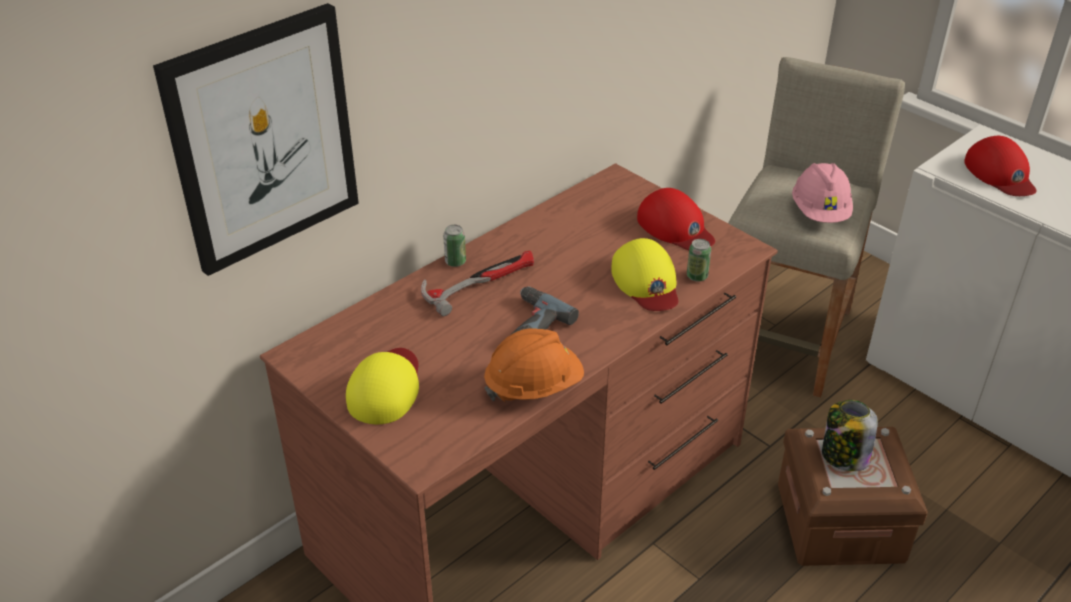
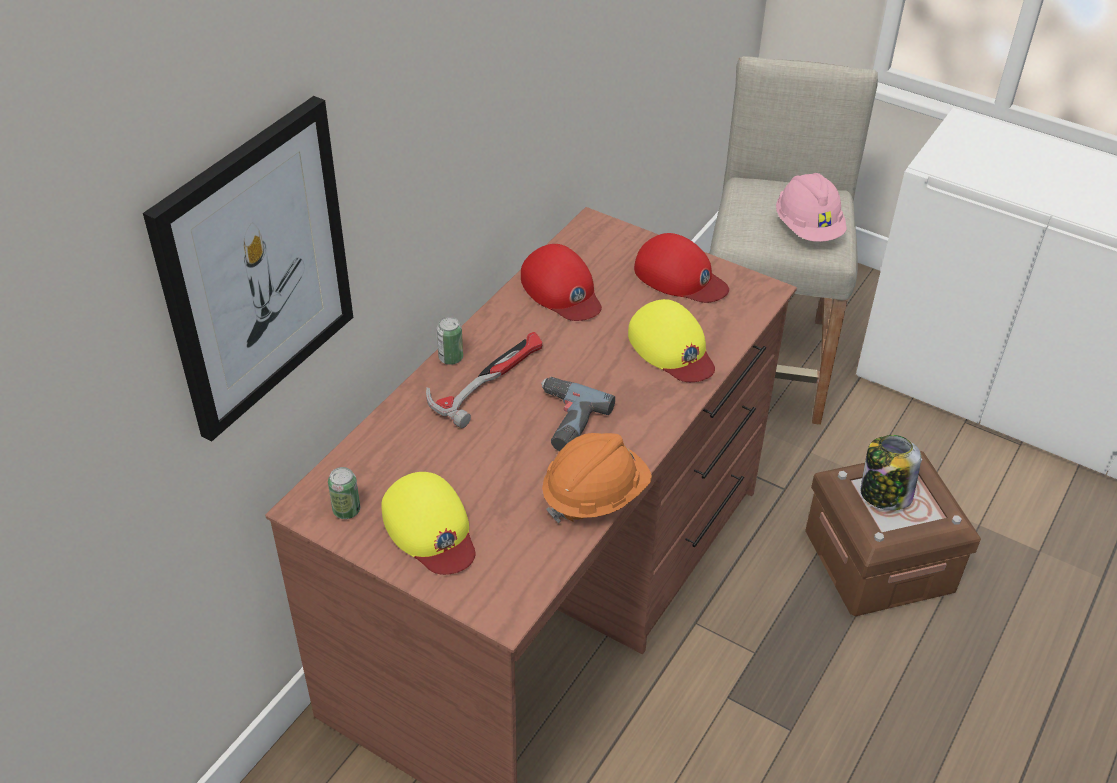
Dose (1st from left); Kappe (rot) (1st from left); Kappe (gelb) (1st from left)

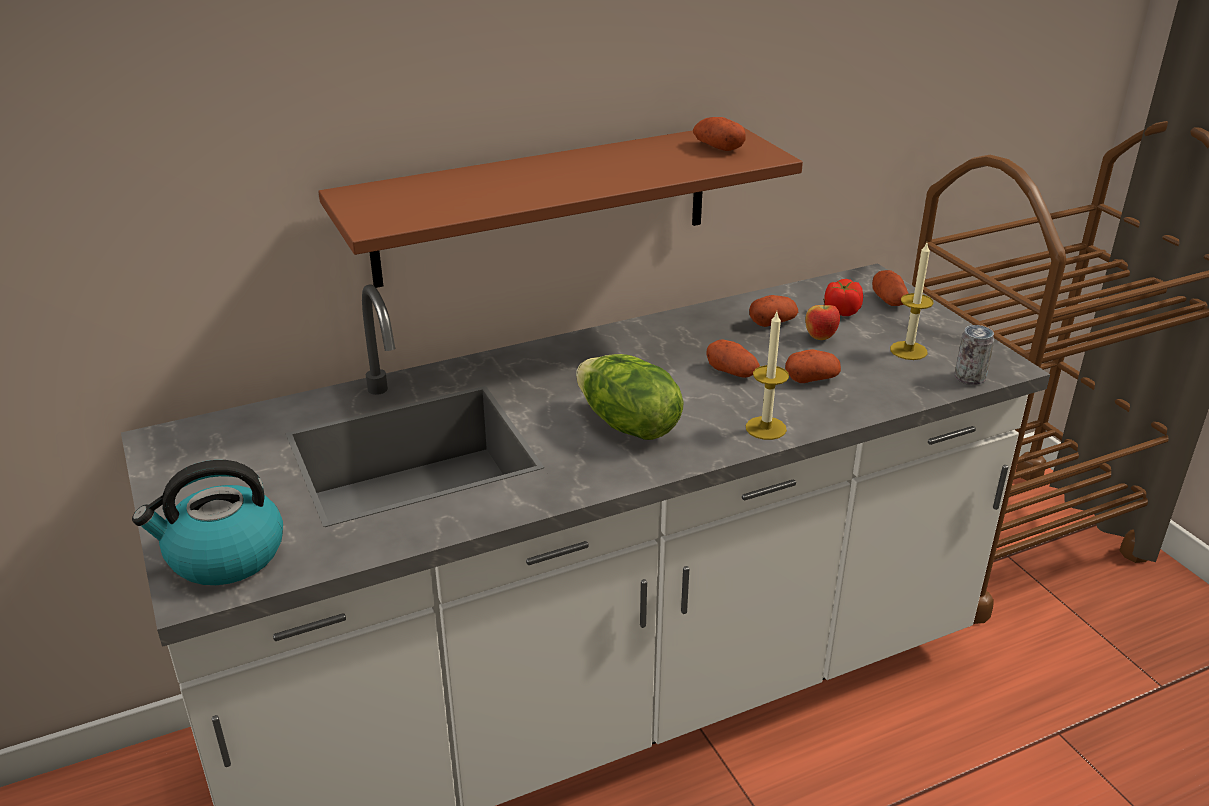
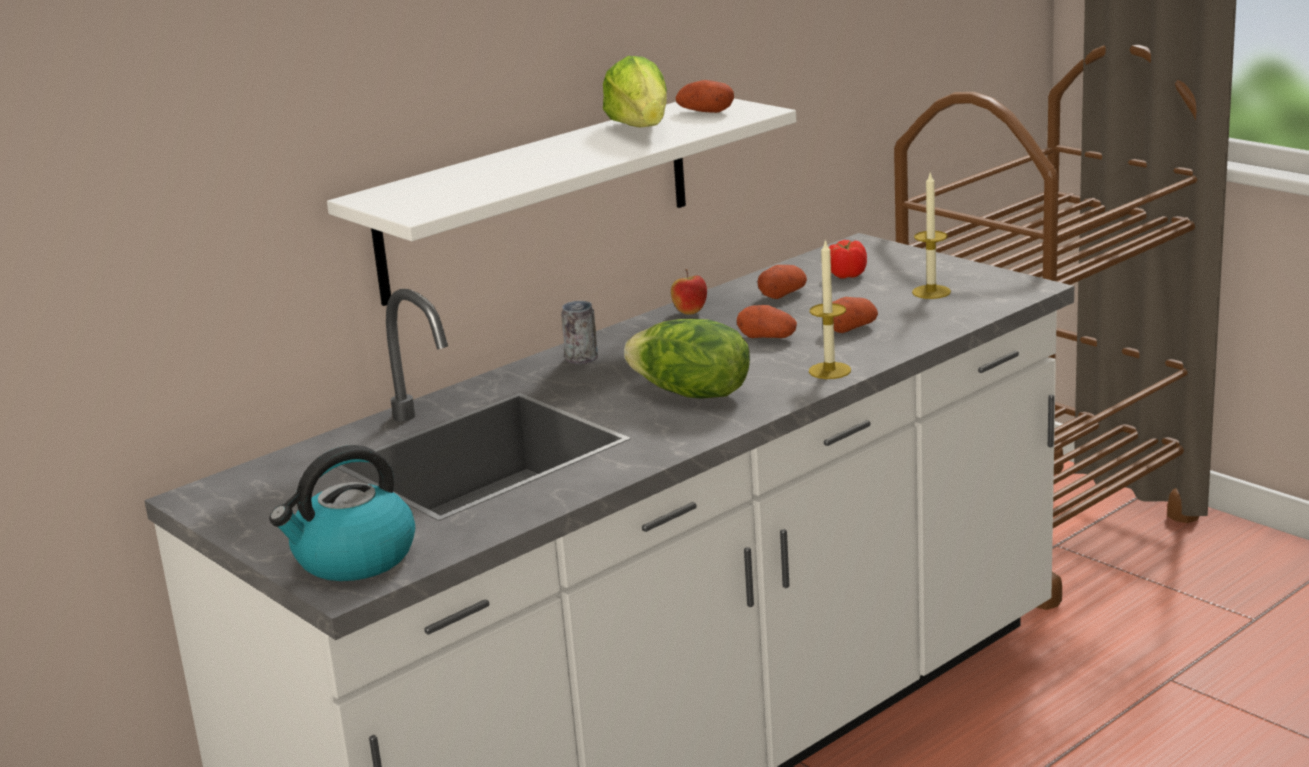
Kartoffel (5th from left in the first image); Salatkopf (1st from left); Apfel; Dose; Wandregal (weiß)

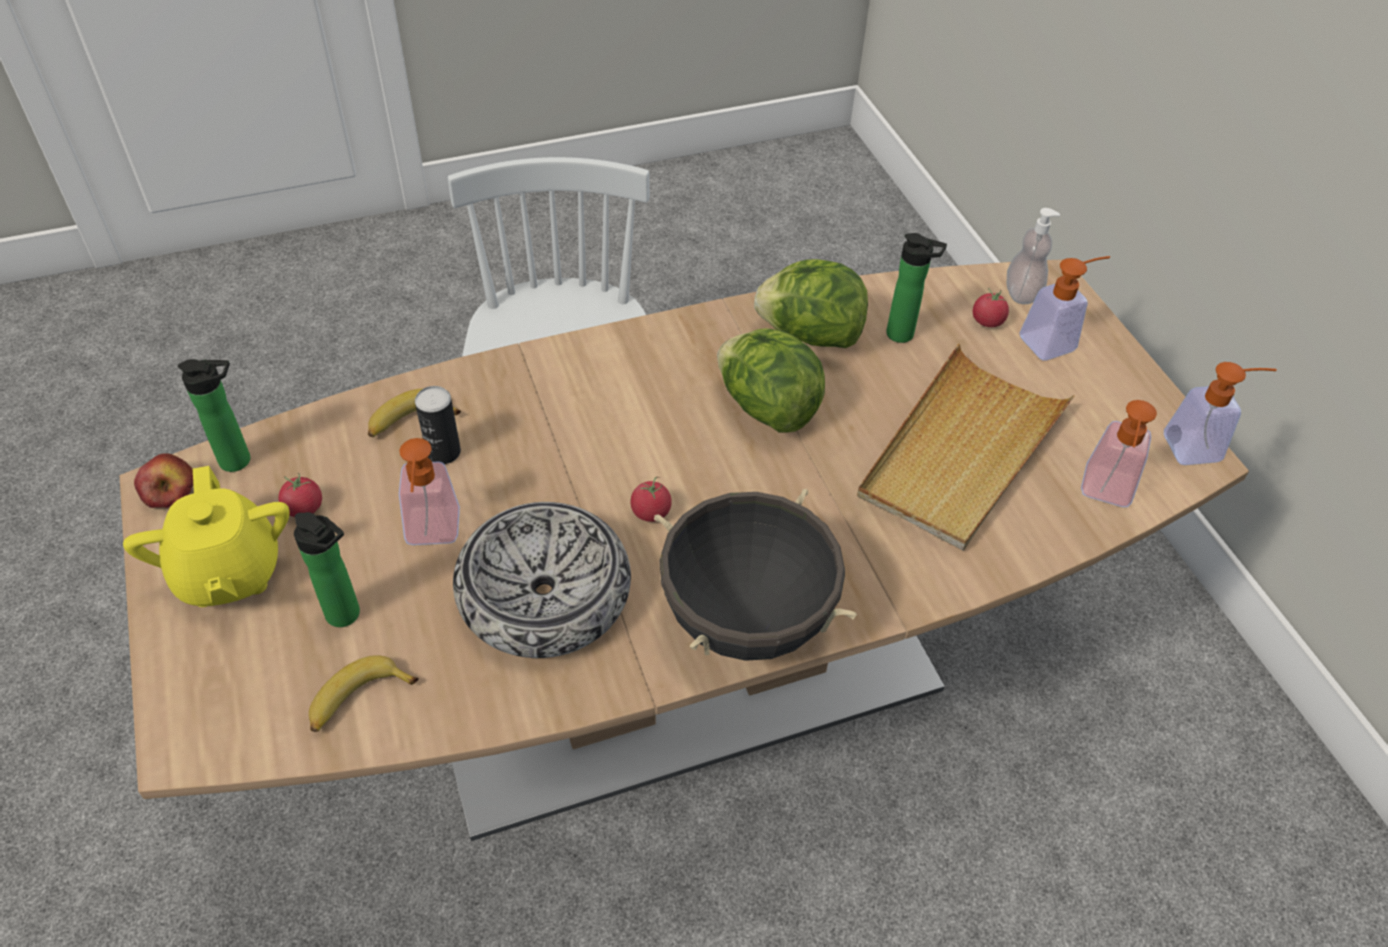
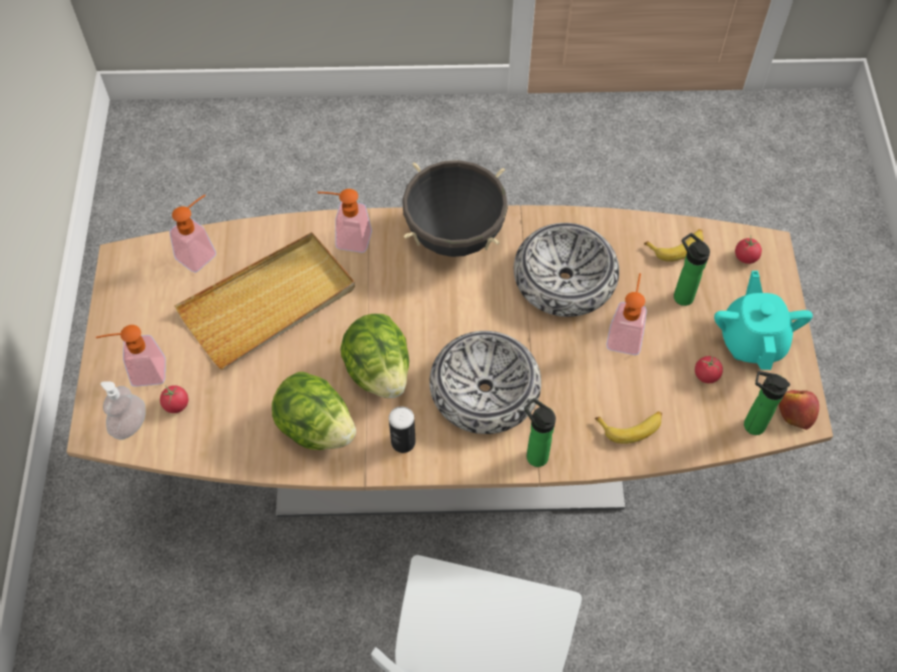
Schüssel (1st from left); Dose; Tomate (3rd from left); Flasche (1st from left); Seifenspender (4th from left); Teekanne (türkis)

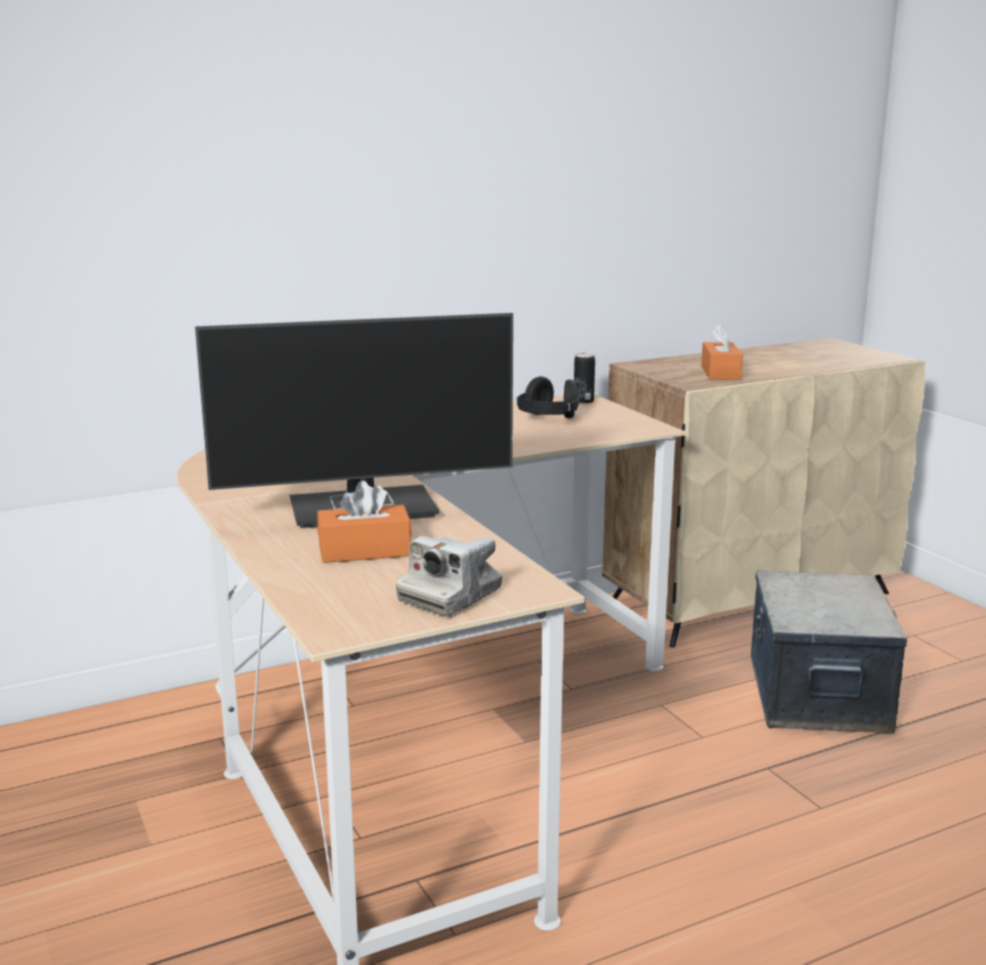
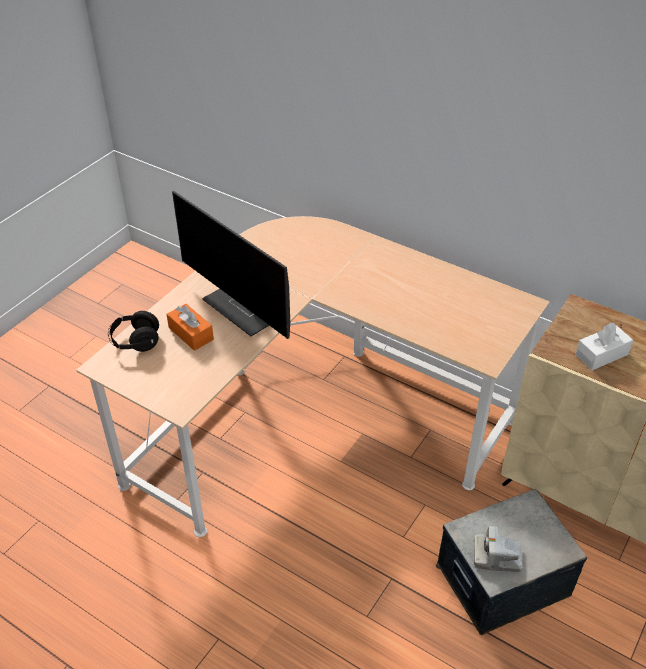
Dose; Kamera; Kopfhörer (schwarz); Taschentuchbox (weiß)

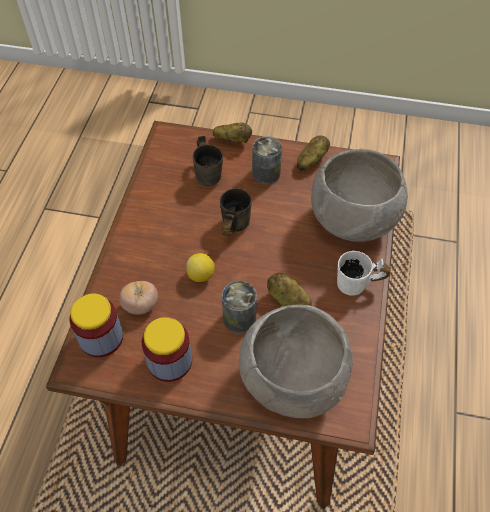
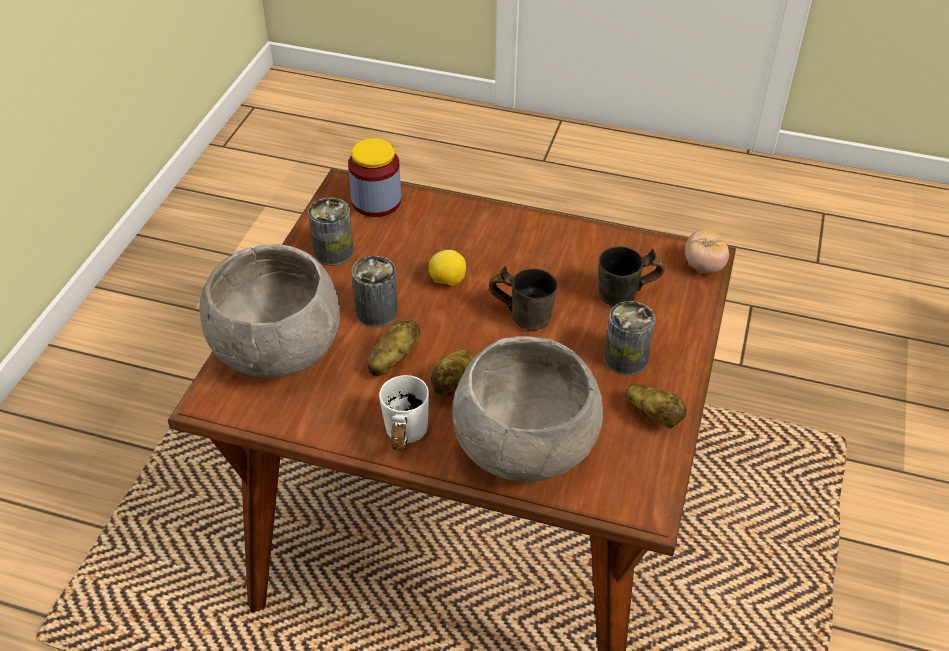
Tomate; Kartoffel (2nd from left); Dose (1st from left)

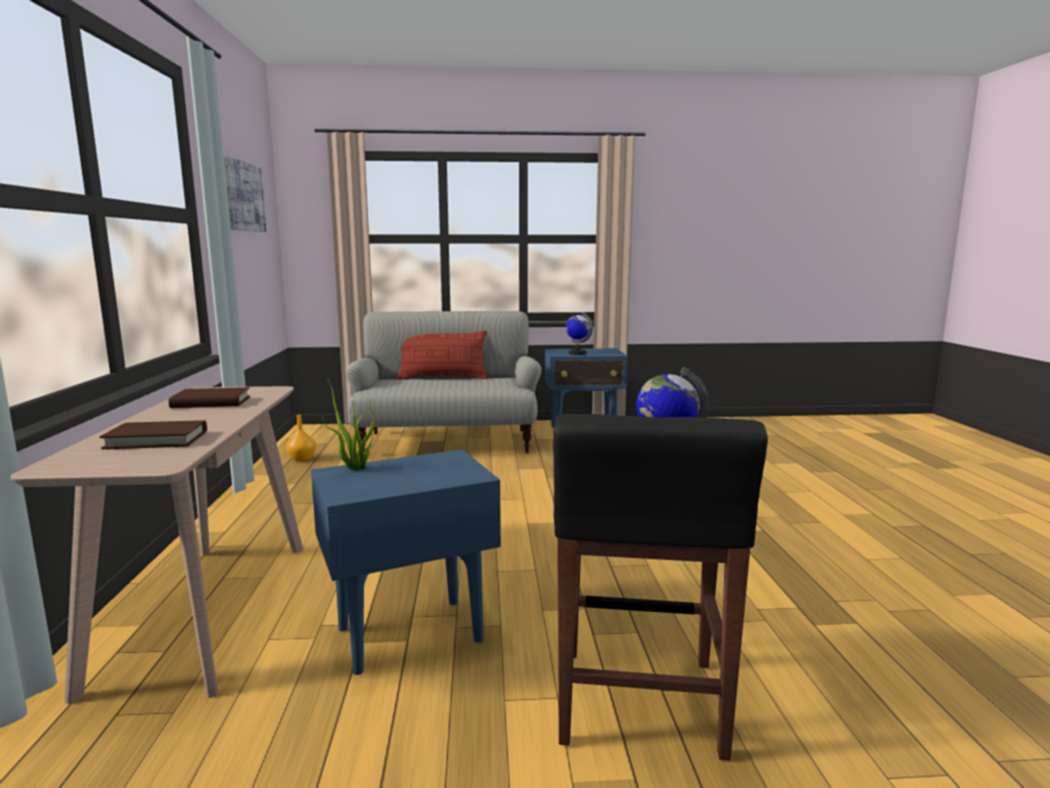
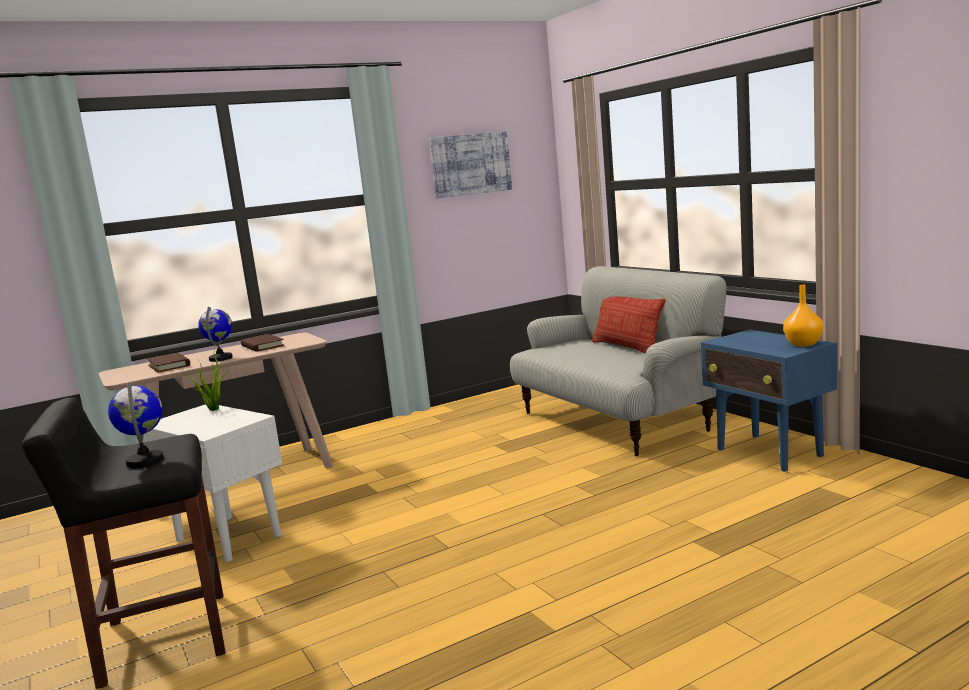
Vase (orange); Globus (2nd from left); Beistelltisch (weiß)

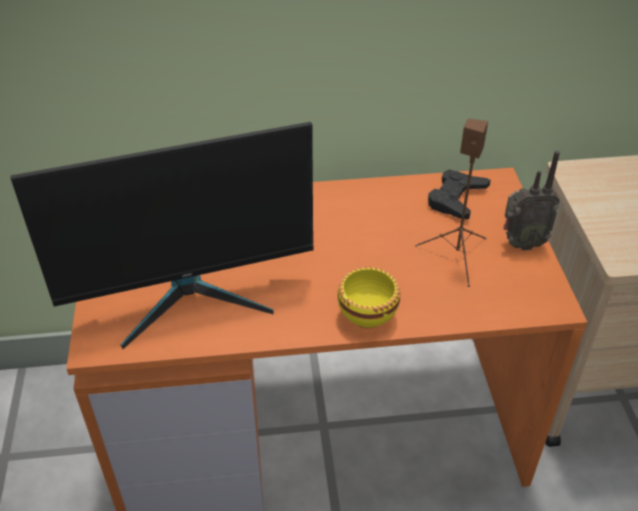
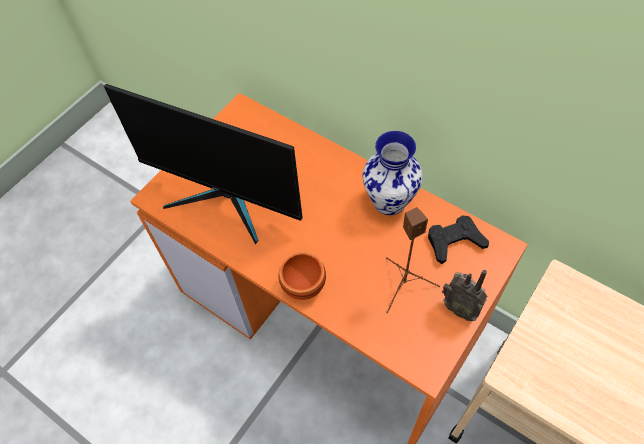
Vase; Schüssel (braun)

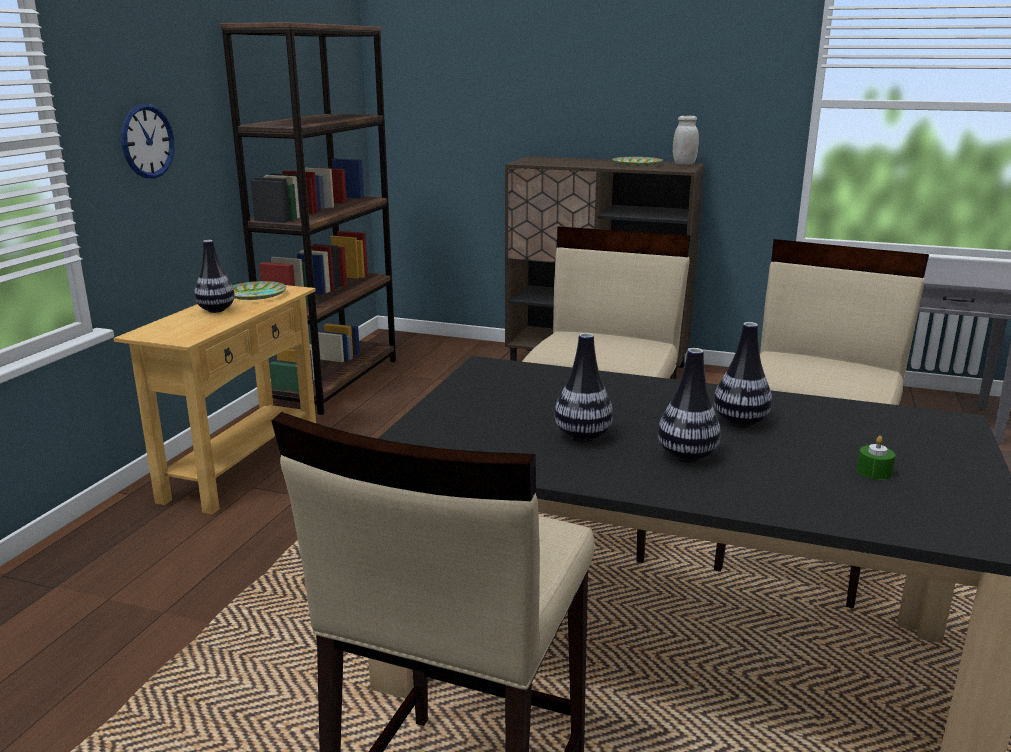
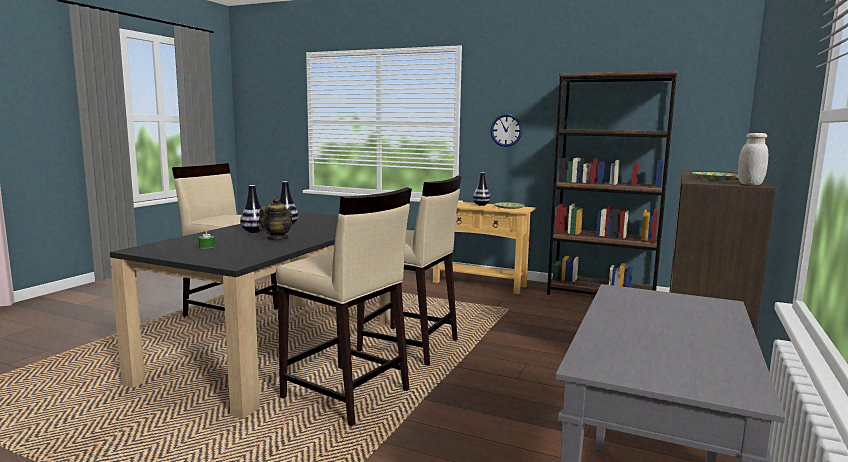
Teekanne

